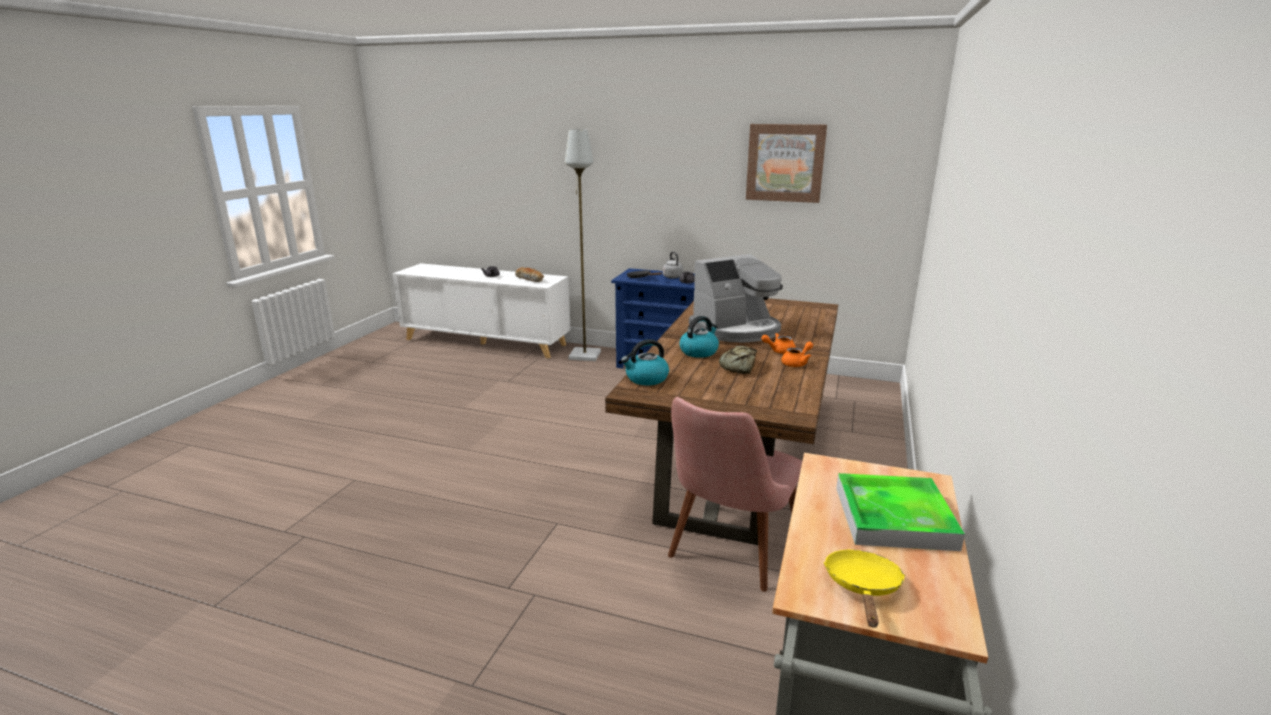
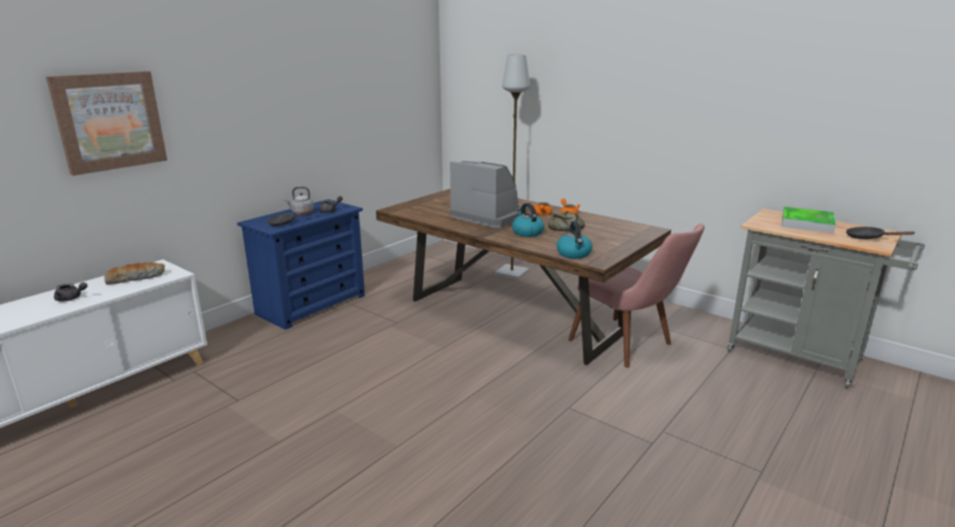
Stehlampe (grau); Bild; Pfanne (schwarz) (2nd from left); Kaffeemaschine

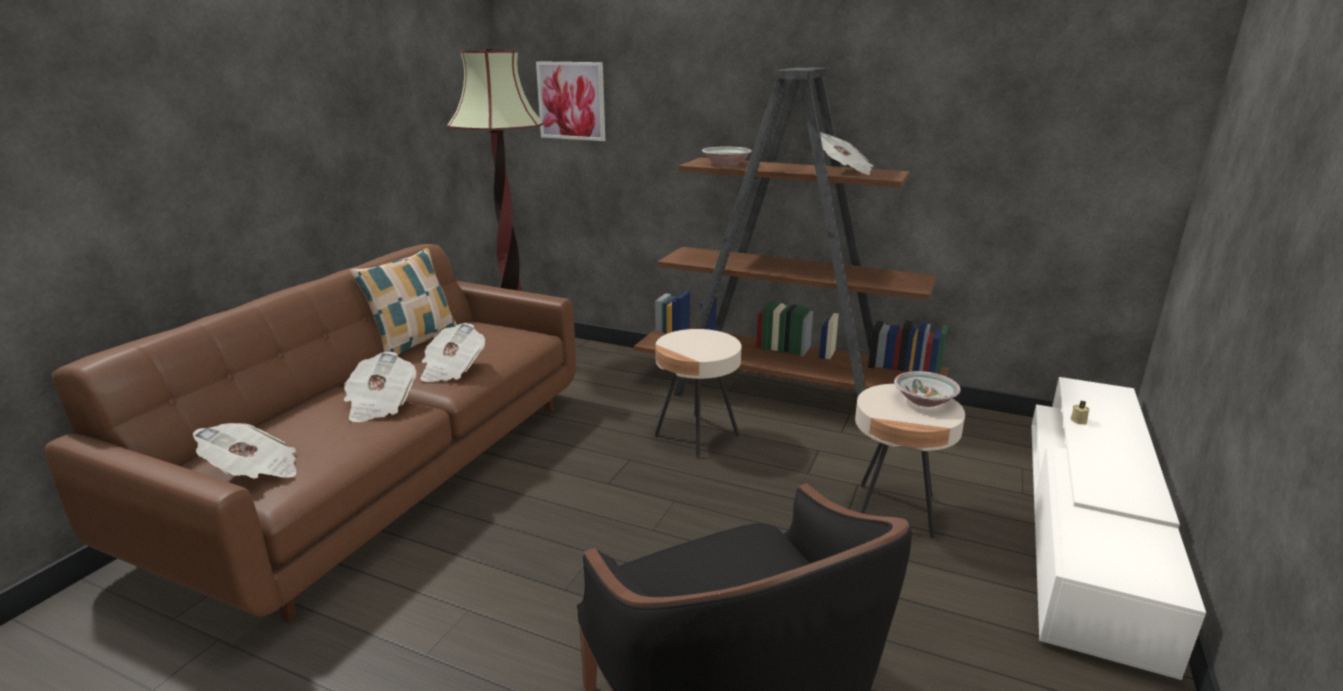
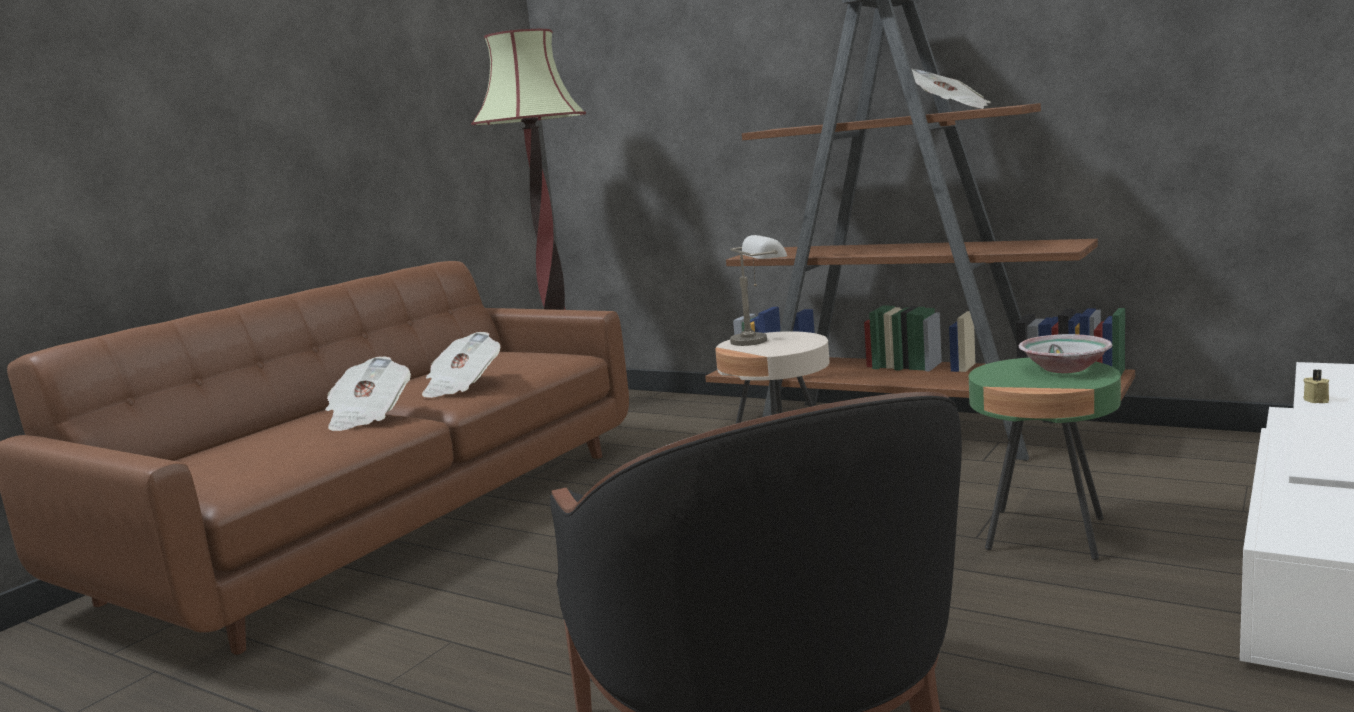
Zeitung (1st from left in the first image); Kissen; Bild; Schüssel (1st from left in the first image); Tischlampe (grau); Beistelltisch (grün)

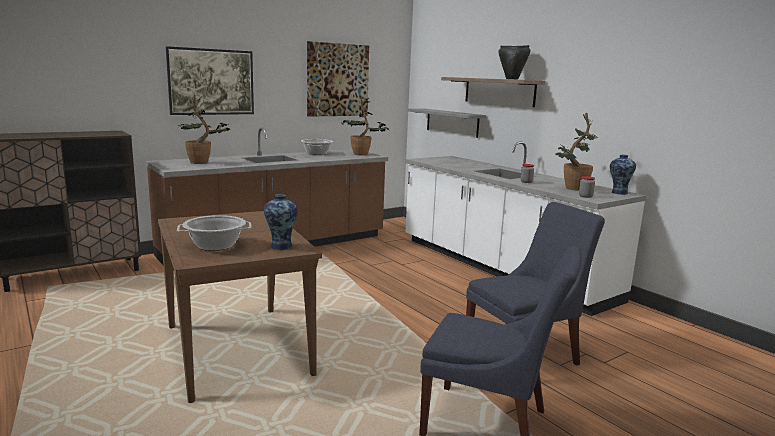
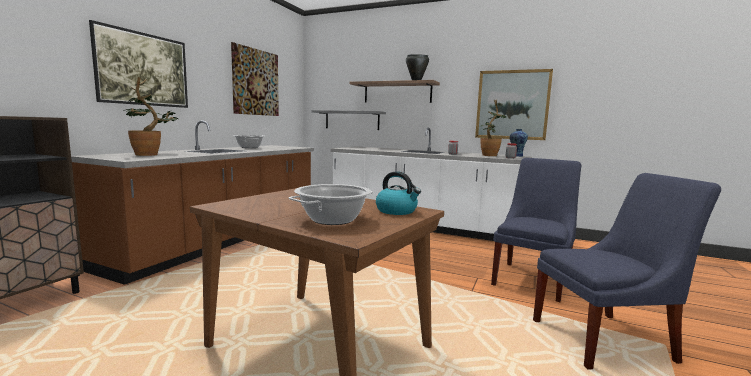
Topfpflanze (2nd from left in the first image); Bild (3rd from left); Wasserkessel

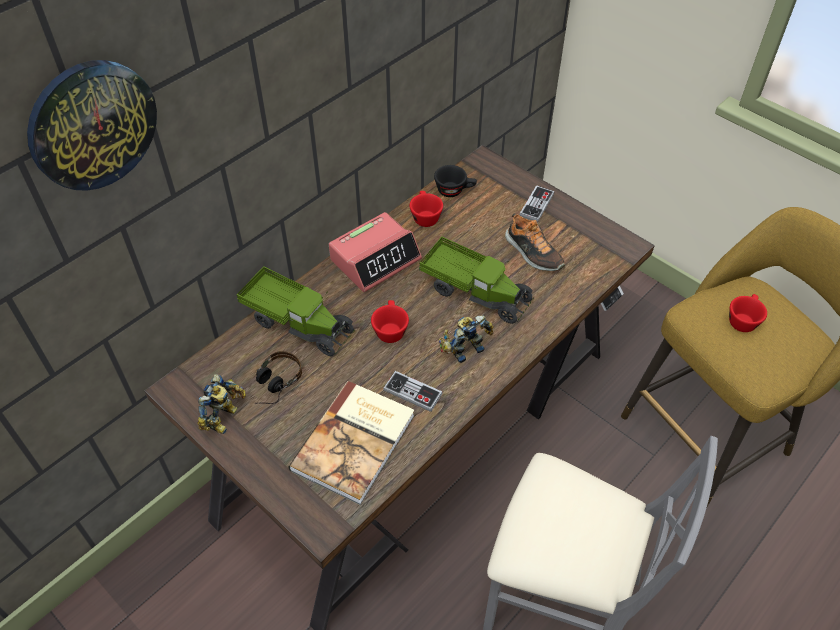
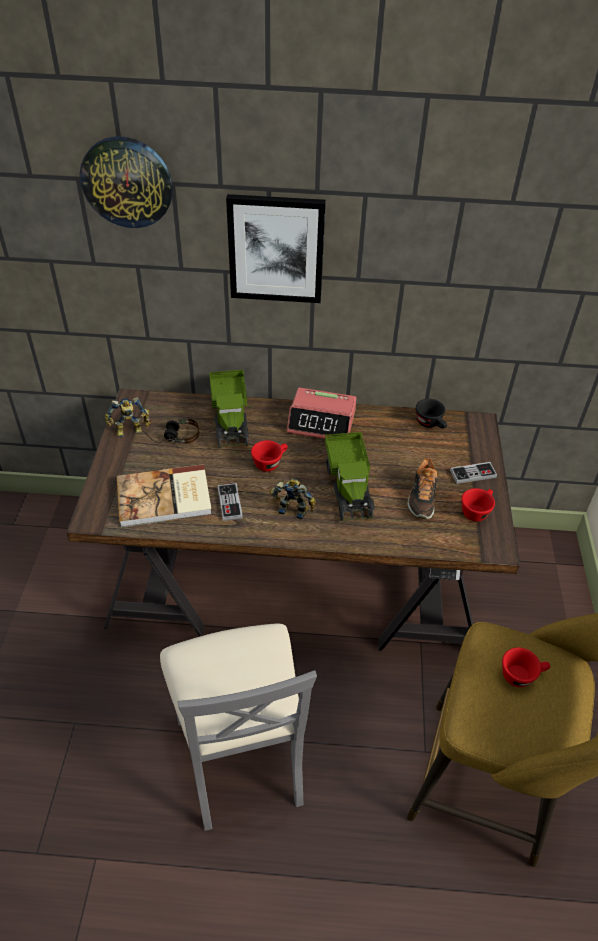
Bild; Tasse (rot) (2nd from left)

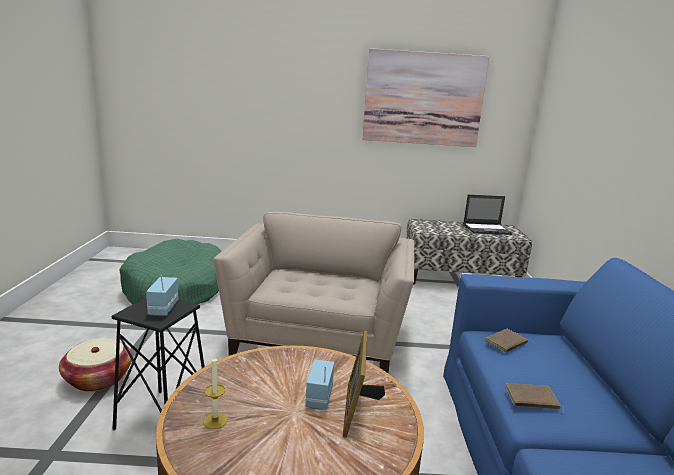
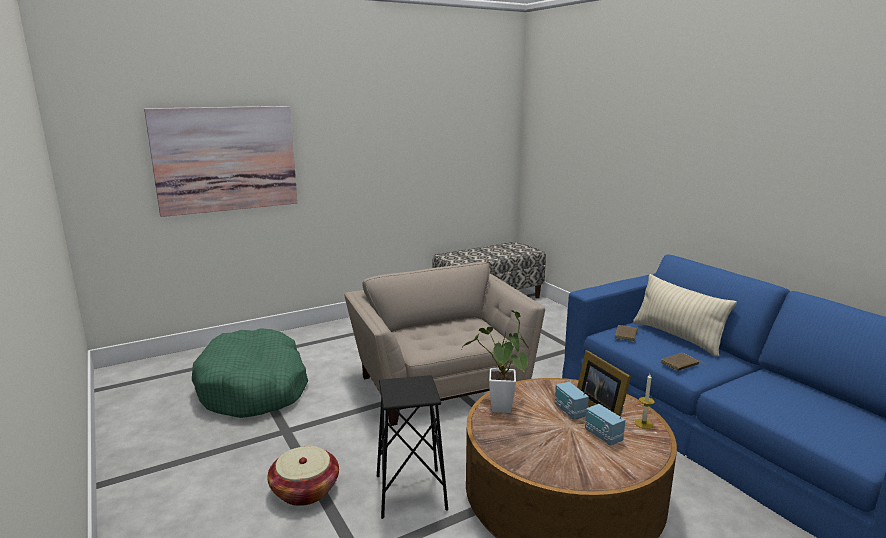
Laptop; Topfpflanze; Kissen (beige); Radio (2nd from left); Kerze; Bild

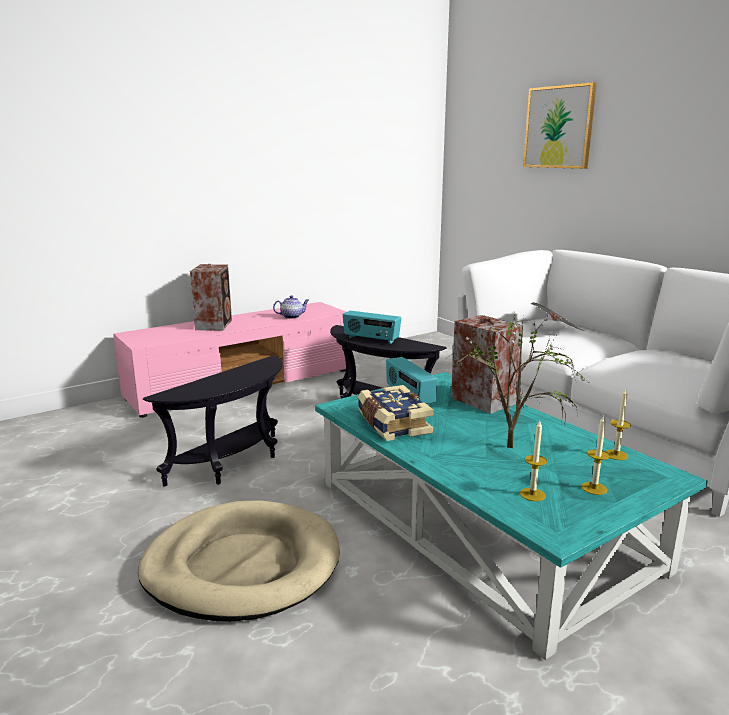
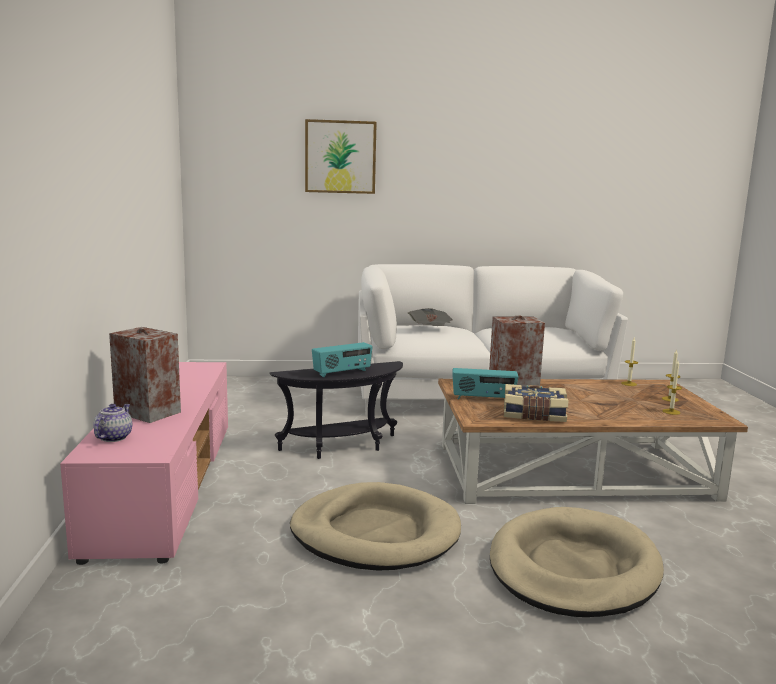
Topfpflanze; Teekanne; Hundebett (beige) (1st from left); Couchtisch (braun)

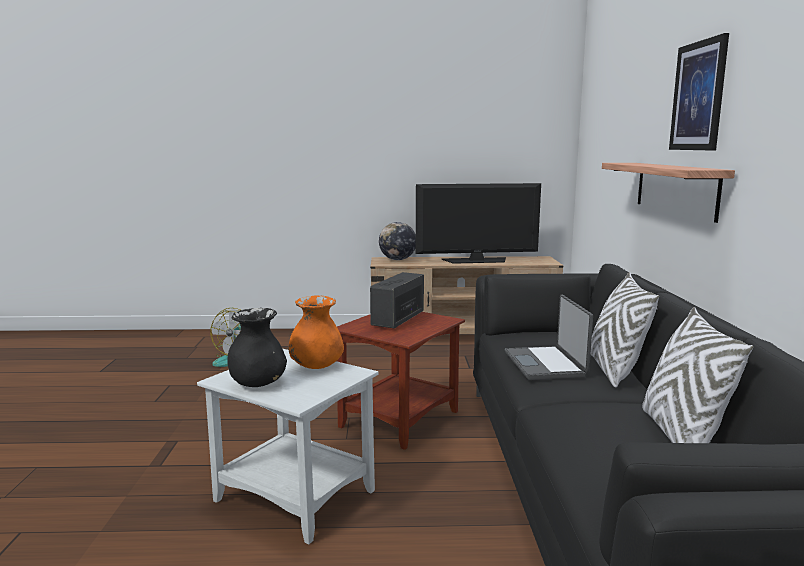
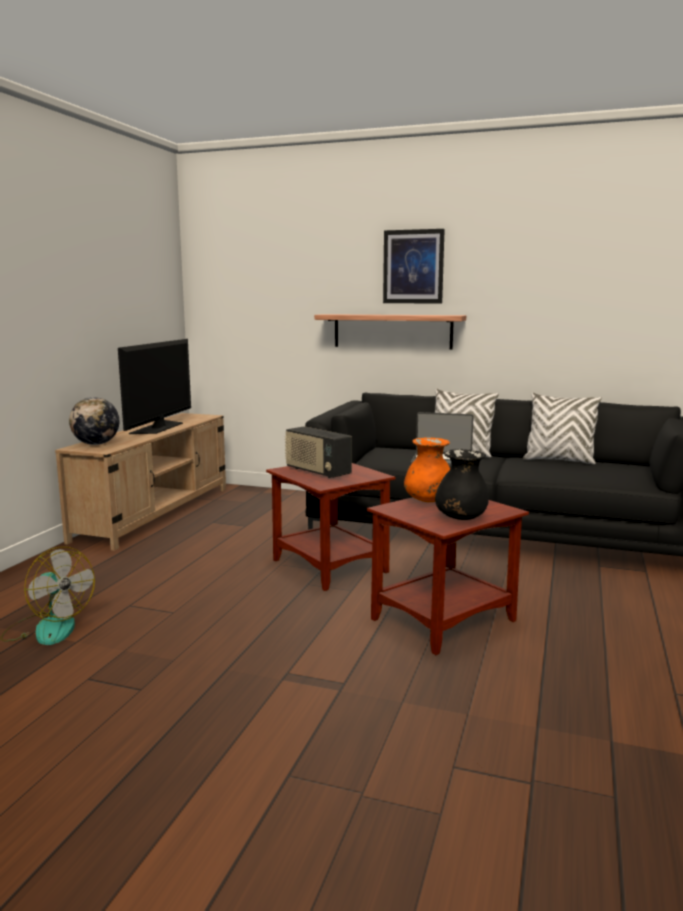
Beistelltisch (braun) (2nd from left)

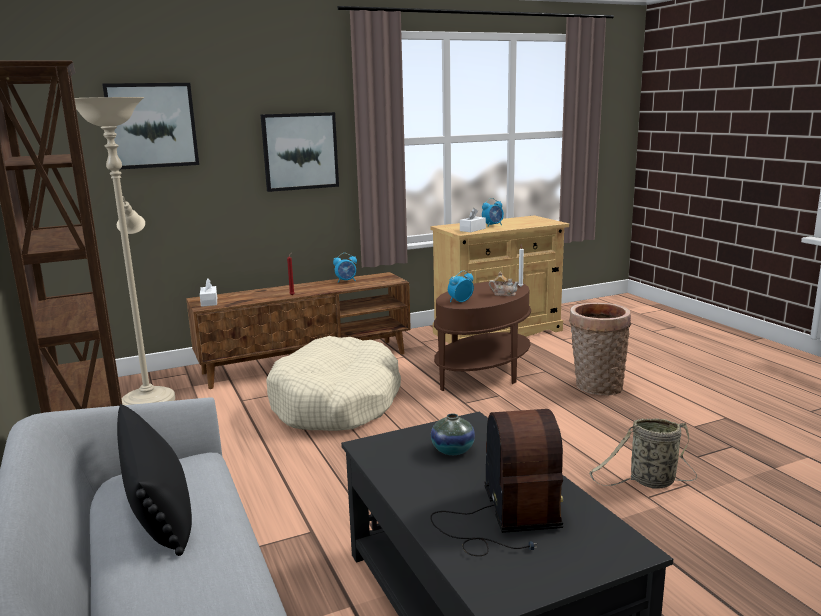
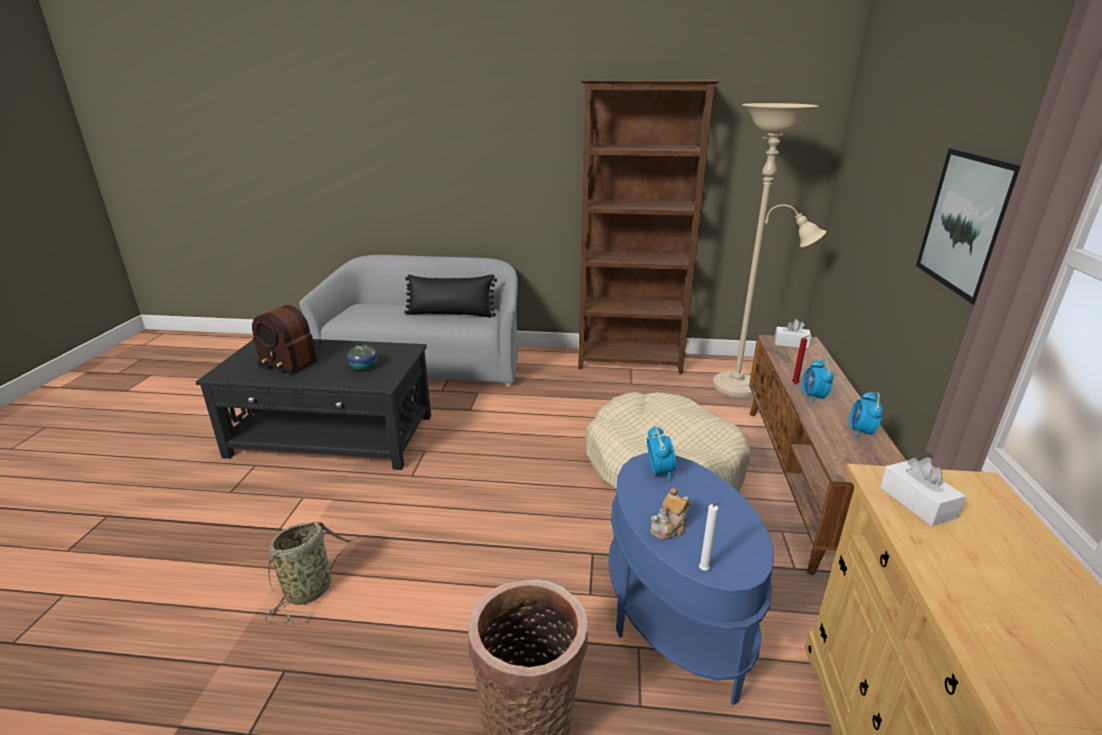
Bild (1st from left in the first image); Wecker (2nd from left); Beistelltisch (blau)

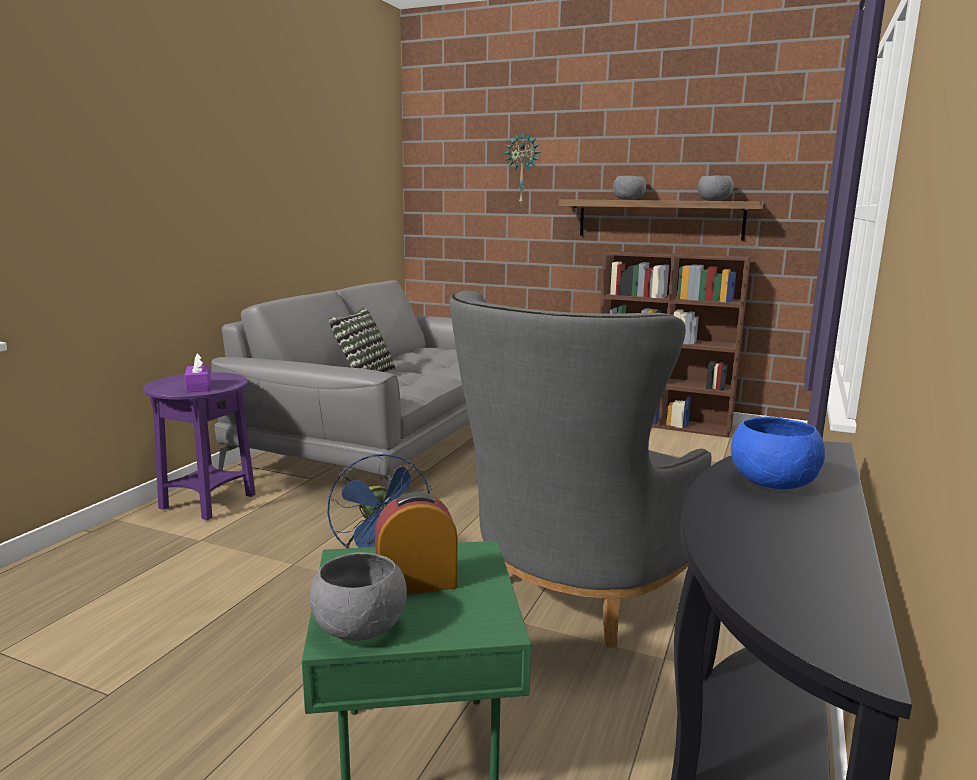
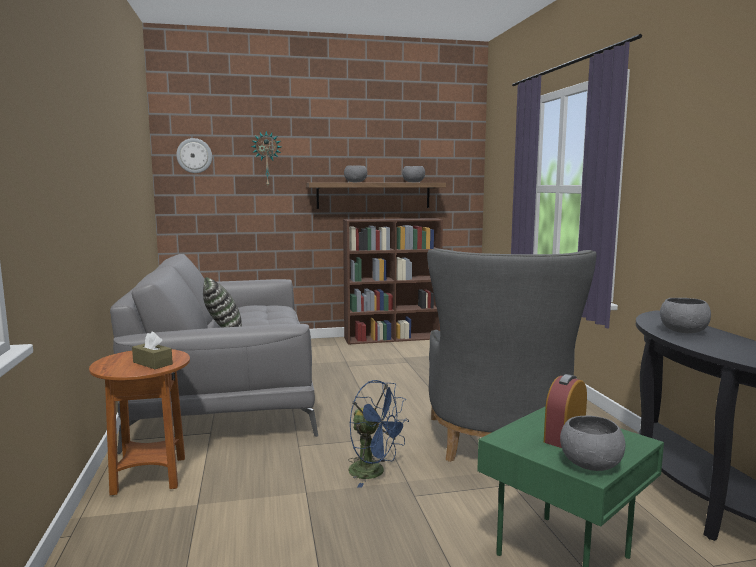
Wanduhr (1st from left); Beistelltisch (braun); Taschentuchbox (braun); Schüssel (grau) (4th from left)

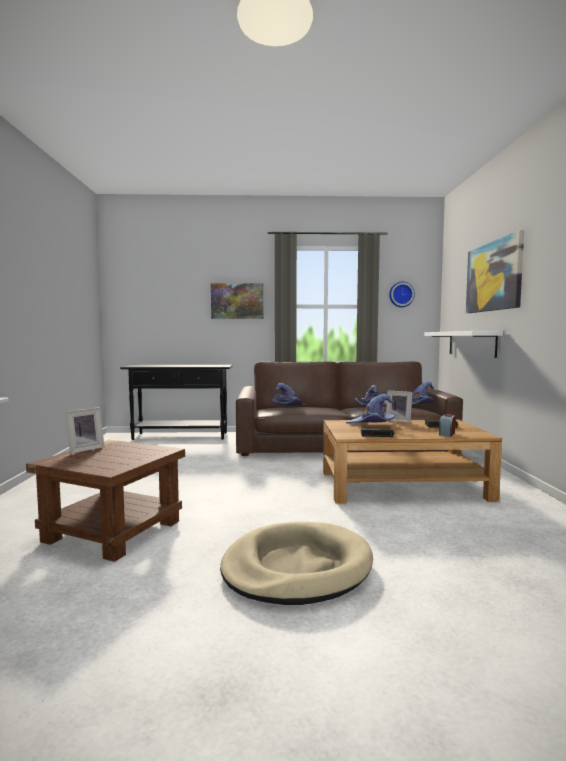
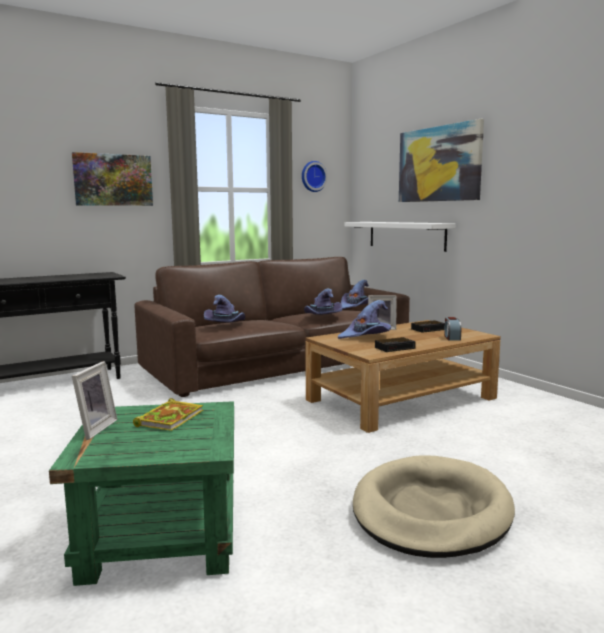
Buch; Beistelltisch (grün)

